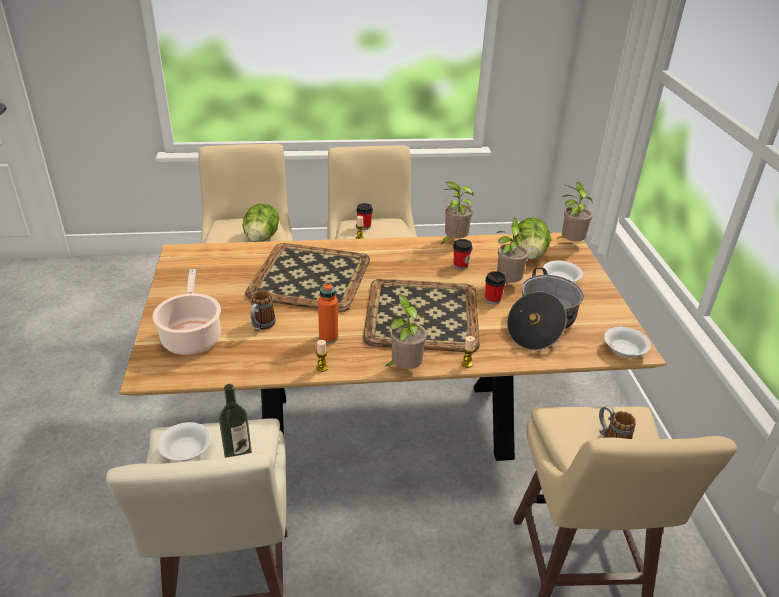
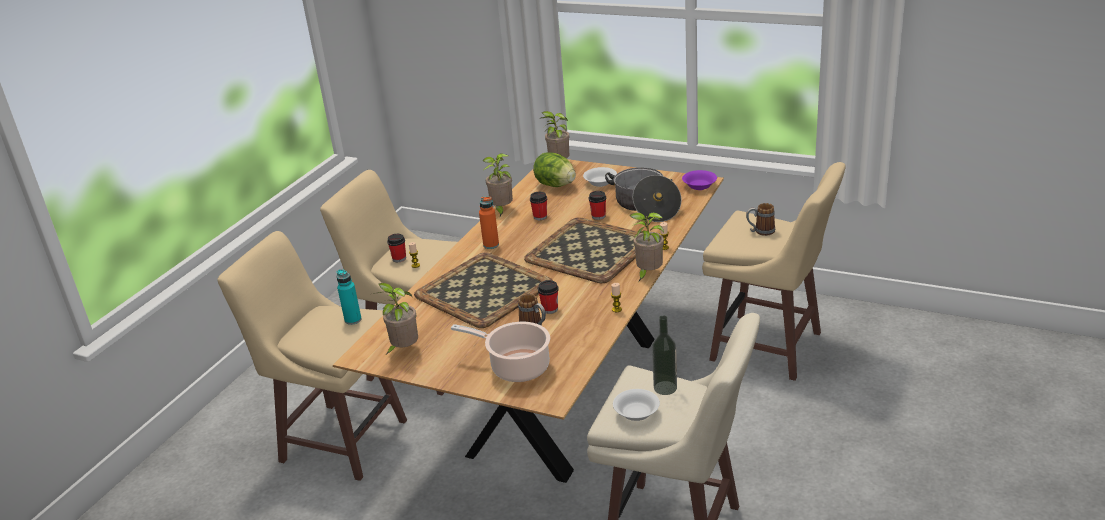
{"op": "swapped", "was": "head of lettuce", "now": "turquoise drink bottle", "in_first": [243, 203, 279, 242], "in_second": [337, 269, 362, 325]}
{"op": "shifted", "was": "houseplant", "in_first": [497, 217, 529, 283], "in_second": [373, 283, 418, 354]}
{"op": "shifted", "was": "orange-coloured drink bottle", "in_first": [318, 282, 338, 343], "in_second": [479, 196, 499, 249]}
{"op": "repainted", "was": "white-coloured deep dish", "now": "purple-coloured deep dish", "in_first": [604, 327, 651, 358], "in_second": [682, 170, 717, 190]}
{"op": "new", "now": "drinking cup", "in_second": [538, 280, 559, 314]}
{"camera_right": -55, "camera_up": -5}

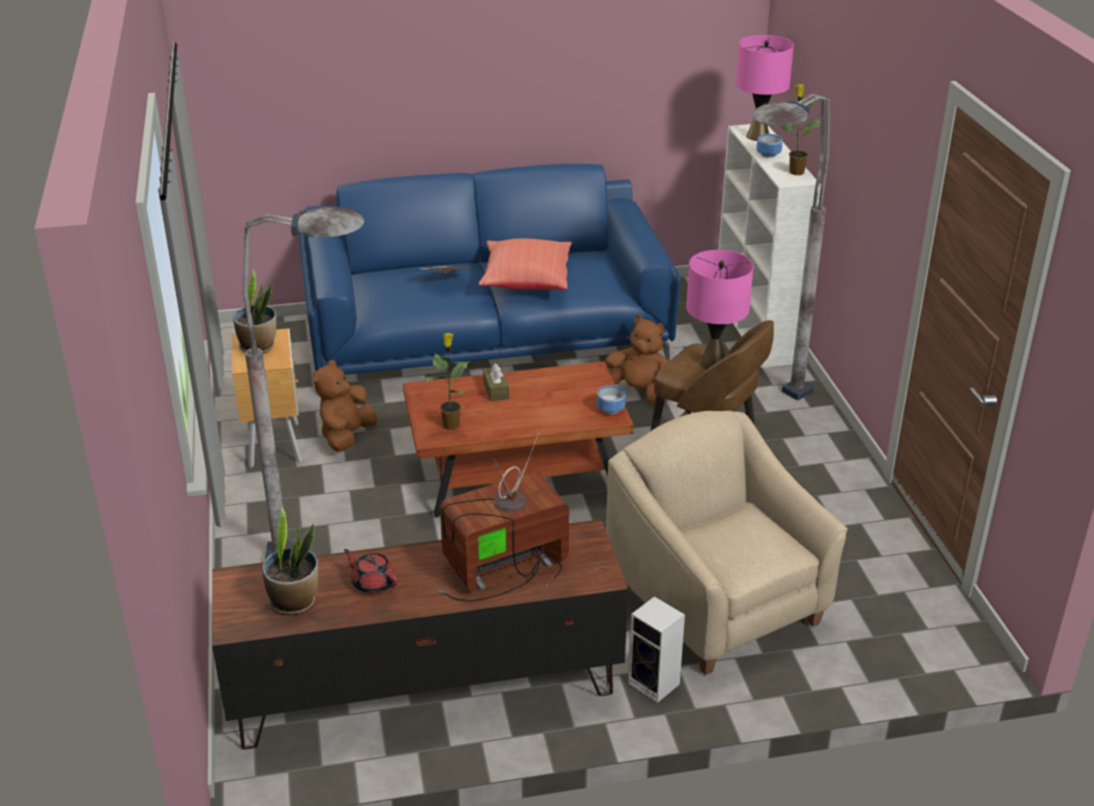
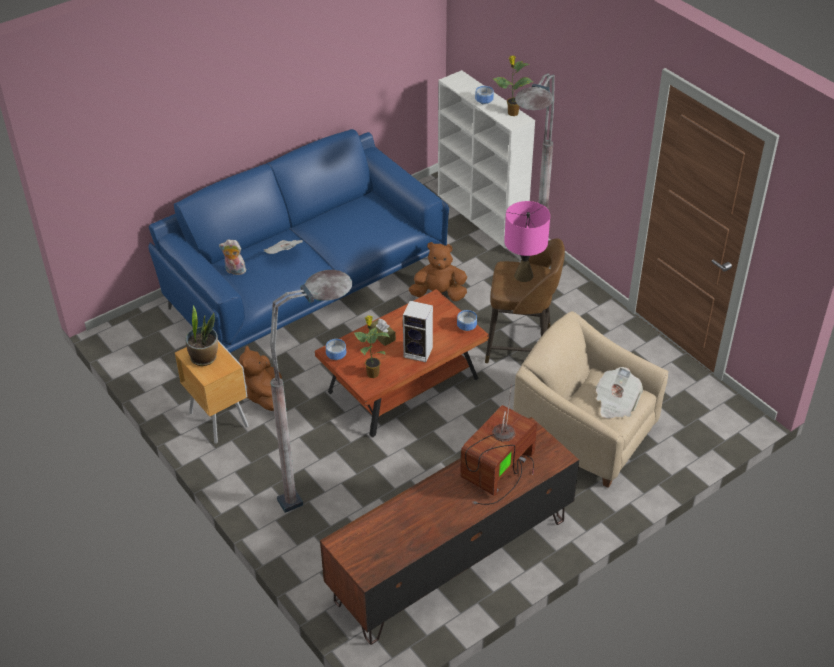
{"op": "gone", "was": "pink-coloured table lamp", "in_first": [736, 35, 794, 141]}
{"op": "gone", "was": "red-coloured cushion", "in_first": [479, 238, 572, 290]}
{"op": "gone", "was": "houseplant", "in_first": [262, 507, 318, 615]}
{"op": "gone", "was": "red-coloured teapot", "in_first": [344, 549, 398, 594]}
{"op": "shifted", "was": "audio speaker", "in_first": [628, 596, 685, 703], "in_second": [403, 301, 433, 362]}
{"op": "new", "now": "plush toy", "in_second": [219, 239, 246, 275]}
{"op": "new", "now": "deep dish", "in_second": [326, 339, 346, 360]}
{"op": "new", "now": "printed paper", "in_second": [595, 367, 643, 418]}
{"camera_right": -25, "camera_up": 10}

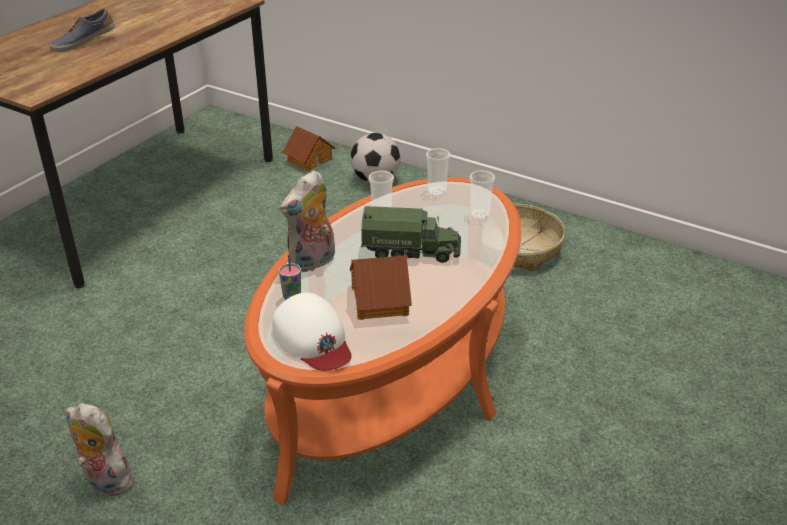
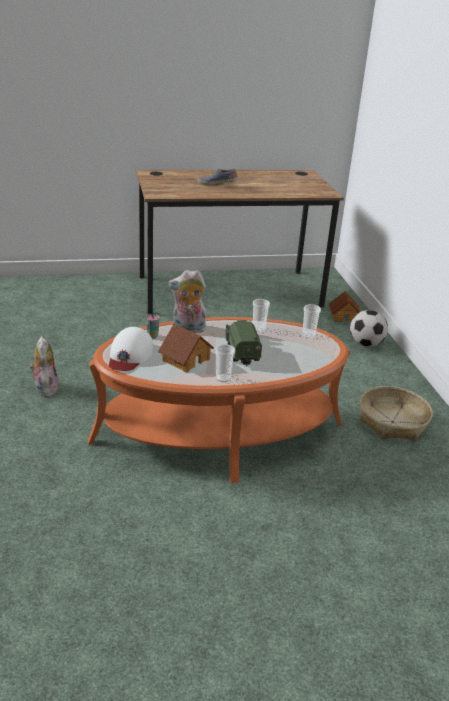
{"op": "shifted", "was": "drinking cup", "in_first": [470, 170, 495, 220], "in_second": [216, 344, 235, 382]}
{"op": "rotated", "was": "toy lorry", "in_first": [361, 206, 461, 263], "in_second": [226, 320, 262, 366], "clockwise": -150}
{"camera_right": 45, "camera_up": -5}

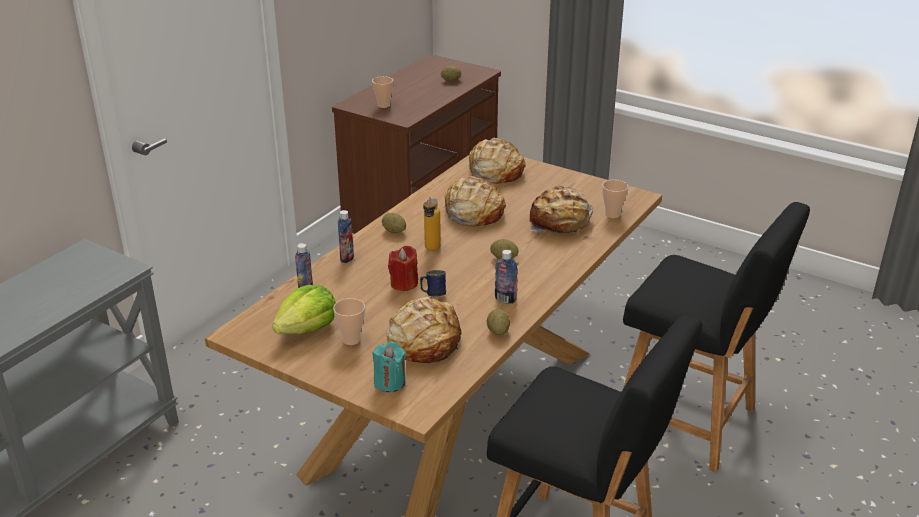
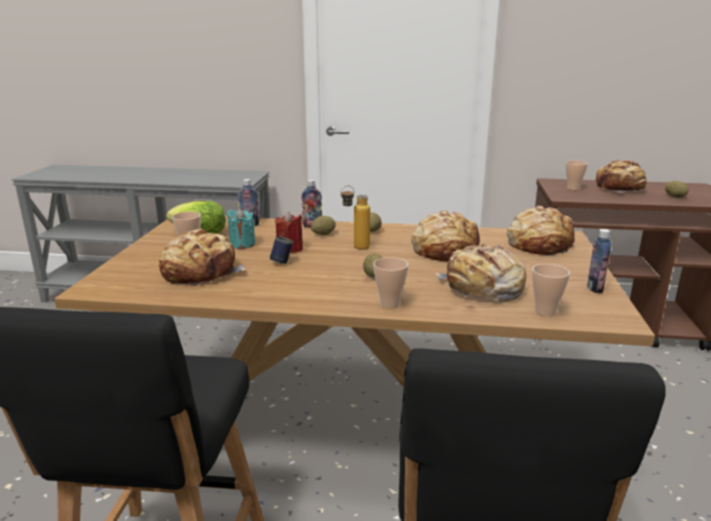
{"op": "shifted", "was": "drink bottle", "in_first": [495, 250, 518, 304], "in_second": [587, 229, 612, 293]}
{"op": "shifted", "was": "whole potato", "in_first": [487, 309, 510, 335], "in_second": [311, 216, 336, 235]}
{"op": "shifted", "was": "turquoise candle", "in_first": [373, 342, 406, 392], "in_second": [227, 208, 255, 249]}
{"op": "new", "now": "bread", "in_second": [596, 160, 647, 192]}
{"op": "new", "now": "drinking cup", "in_second": [373, 257, 408, 309]}
{"camera_right": 65, "camera_up": -10}

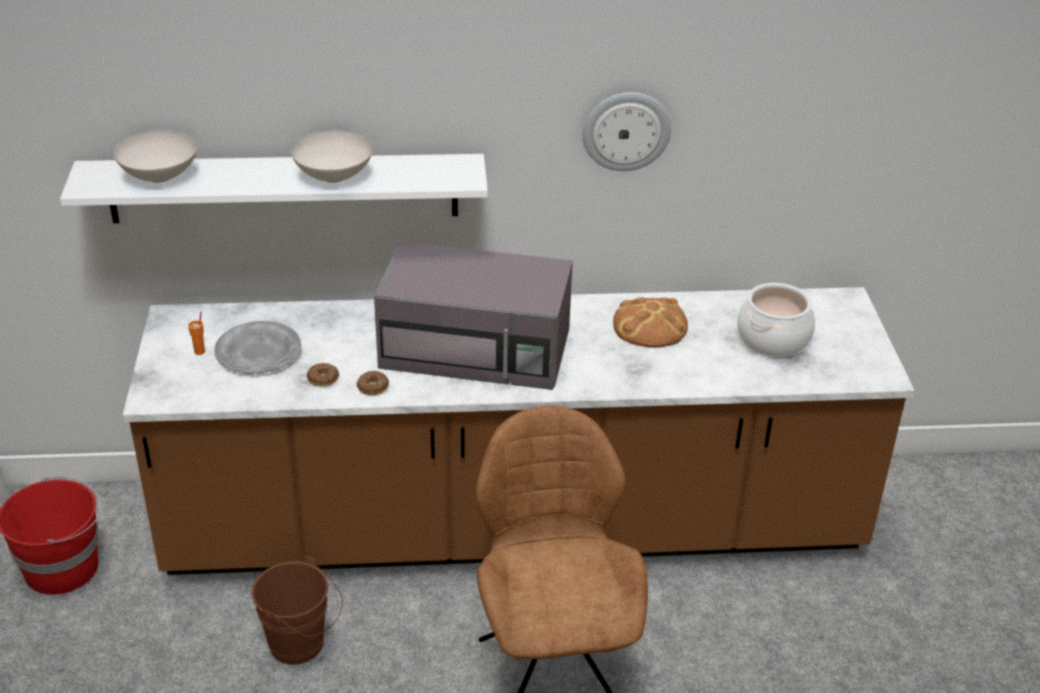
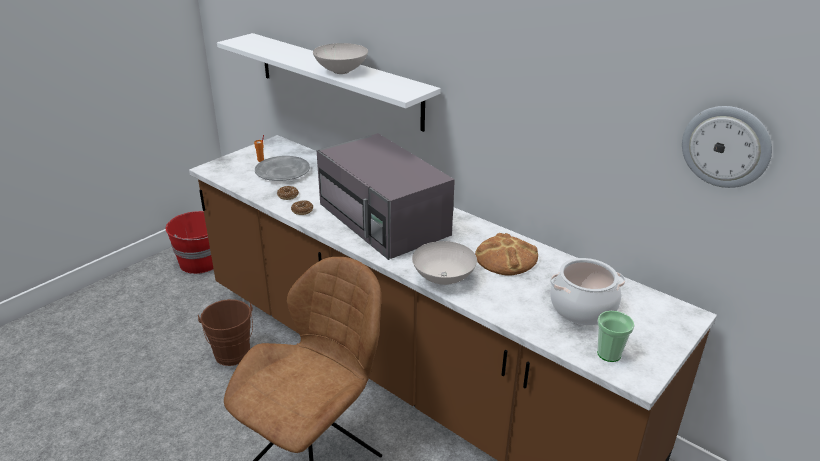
{"op": "shifted", "was": "wall clock", "in_first": [583, 92, 671, 171], "in_second": [682, 106, 772, 188]}
{"op": "shifted", "was": "white-coloured deep dish", "in_first": [113, 130, 197, 183], "in_second": [412, 241, 477, 285]}
{"op": "new", "now": "drinking cup", "in_second": [597, 311, 635, 362]}
{"camera_right": 45, "camera_up": -5}

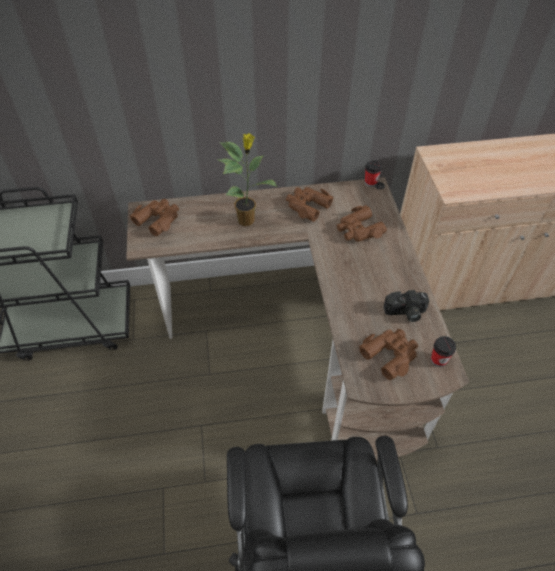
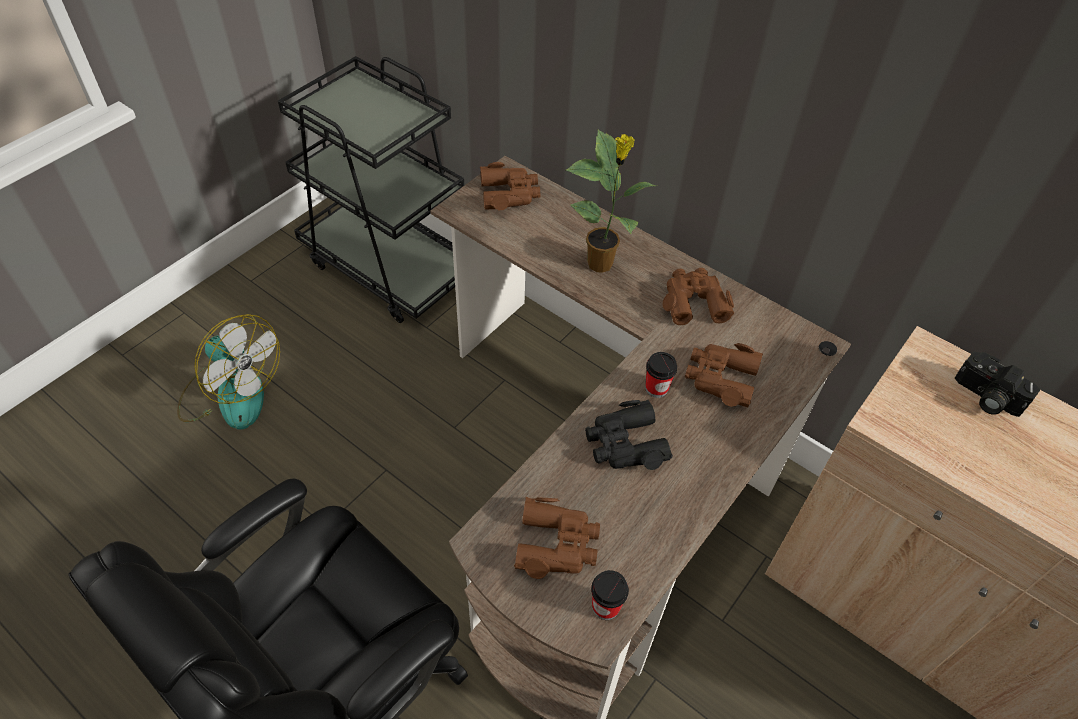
{"op": "shifted", "was": "drinking cup", "in_first": [365, 160, 382, 187], "in_second": [645, 352, 677, 398]}
{"op": "shifted", "was": "photo camera", "in_first": [384, 290, 429, 322], "in_second": [955, 351, 1041, 417]}
{"op": "new", "now": "electric fan", "in_second": [177, 314, 280, 430]}
{"op": "new", "now": "blackish field glasses", "in_second": [585, 400, 673, 470]}
{"camera_right": 45, "camera_up": 0}

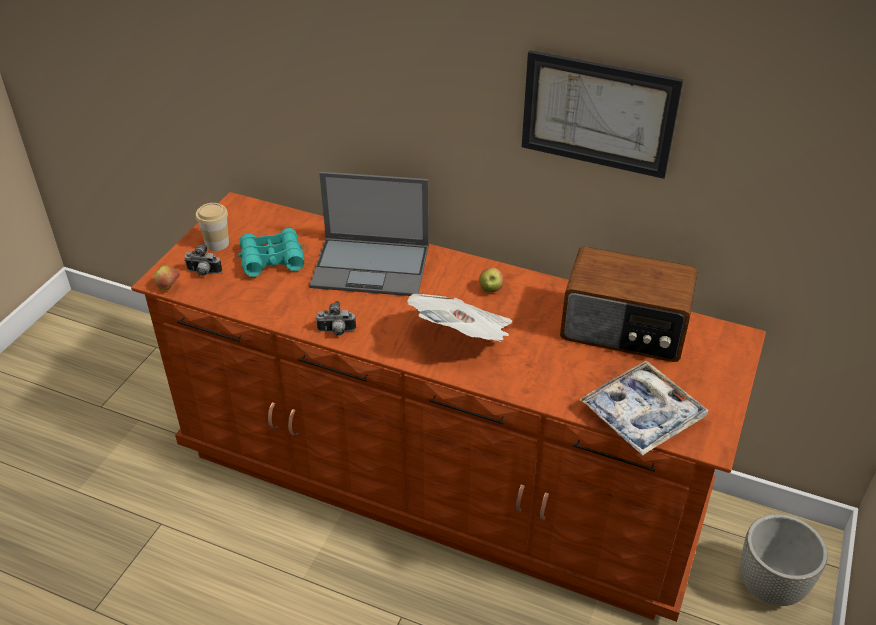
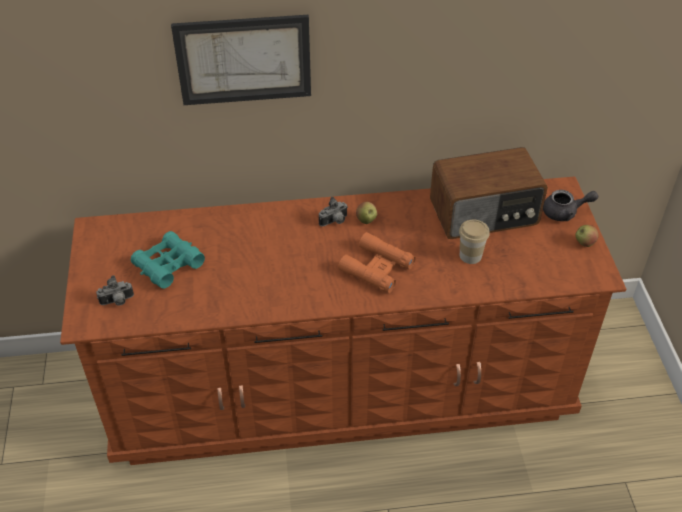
{"op": "shifted", "was": "wall picture", "in_first": [522, 50, 683, 179], "in_second": [171, 15, 311, 105]}
{"op": "gone", "was": "laptop", "in_first": [309, 172, 429, 296]}
{"op": "shifted", "was": "drinking cup", "in_first": [196, 203, 229, 251], "in_second": [459, 220, 490, 264]}
{"op": "shifted", "was": "apple fruit", "in_first": [154, 265, 180, 291], "in_second": [575, 225, 599, 247]}
{"op": "swapped", "was": "printed paper", "now": "orange-coloured field glasses", "in_first": [407, 294, 512, 342], "in_second": [338, 232, 416, 293]}
{"op": "shifted", "was": "photo camera", "in_first": [316, 301, 356, 336], "in_second": [319, 197, 348, 226]}
{"op": "gone", "was": "serving tray", "in_first": [579, 360, 708, 456]}
{"op": "gone", "was": "gray plant pot", "in_first": [740, 514, 828, 606]}
{"op": "new", "now": "gray teapot", "in_second": [543, 190, 598, 221]}
{"camera_right": -30, "camera_up": 5}

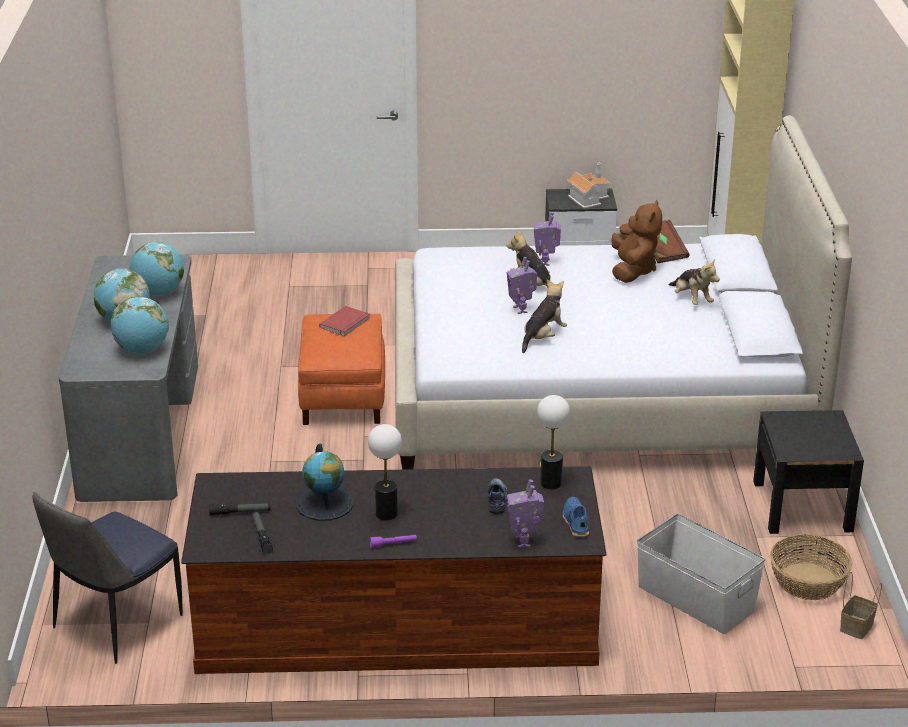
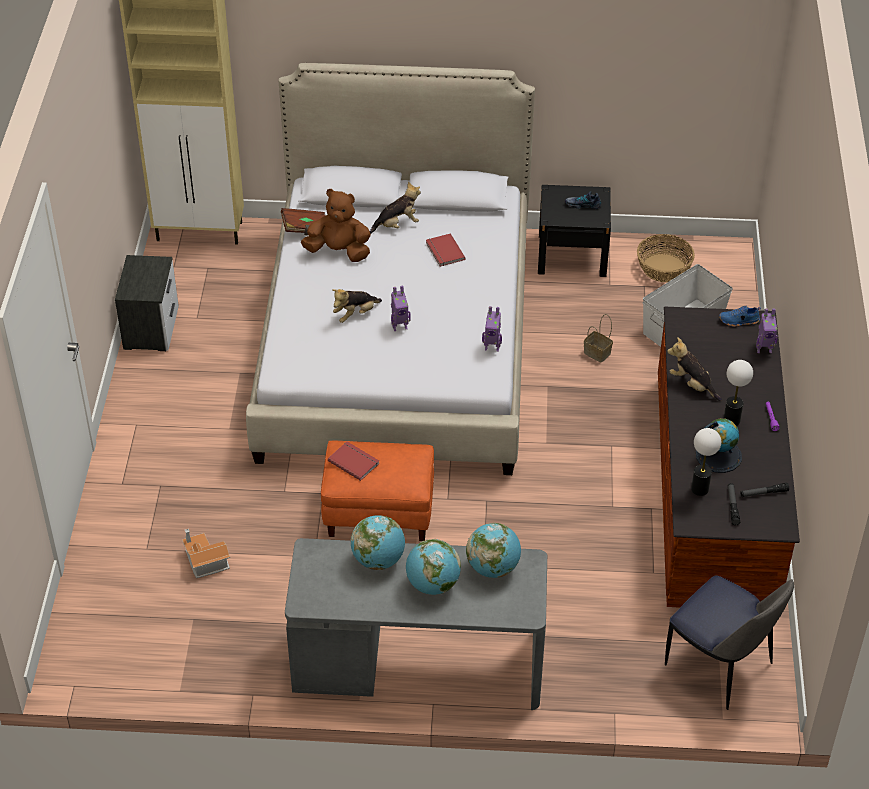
{"op": "shifted", "was": "model house", "in_first": [566, 163, 611, 208], "in_second": [182, 529, 230, 579]}
{"op": "shifted", "was": "model robot", "in_first": [534, 212, 561, 266], "in_second": [482, 306, 502, 352]}
{"op": "shifted", "was": "plush toy", "in_first": [522, 279, 567, 353], "in_second": [667, 337, 722, 401]}
{"op": "shifted", "was": "table lamp", "in_first": [537, 395, 570, 489], "in_second": [691, 428, 721, 496]}
{"op": "shifted", "was": "shoe", "in_first": [487, 478, 508, 514], "in_second": [565, 191, 601, 209]}
{"op": "shifted", "was": "basket", "in_first": [840, 572, 882, 639], "in_second": [584, 314, 613, 363]}
{"op": "new", "now": "red-coloured volume", "in_second": [426, 233, 466, 267]}
{"camera_right": -85, "camera_up": 15}

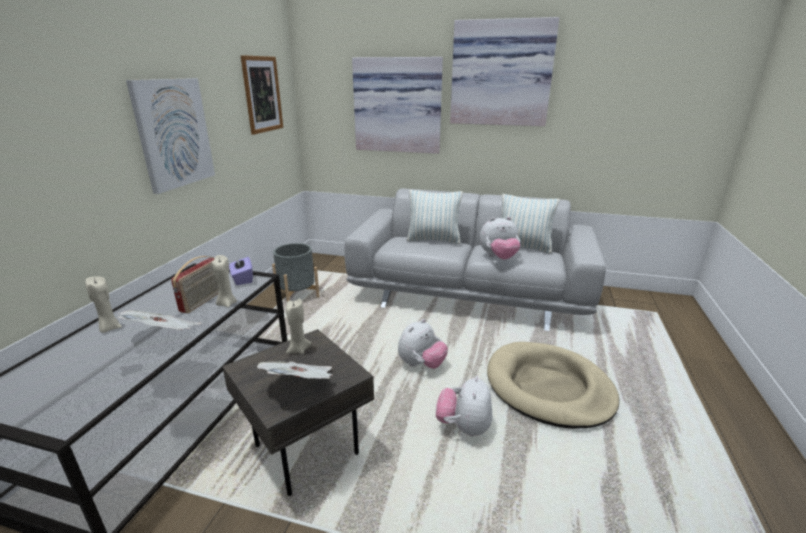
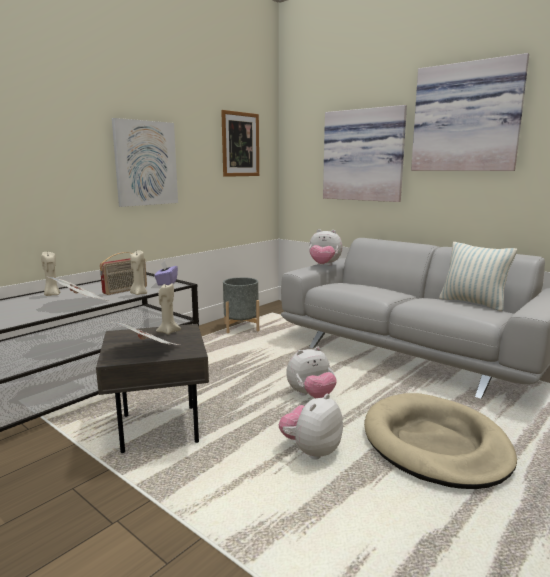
{"op": "gone", "was": "cushion", "in_first": [407, 190, 463, 244]}
{"op": "shifted", "was": "plush toy", "in_first": [480, 217, 520, 260], "in_second": [309, 229, 343, 266]}
{"camera_right": 25, "camera_up": -10}

